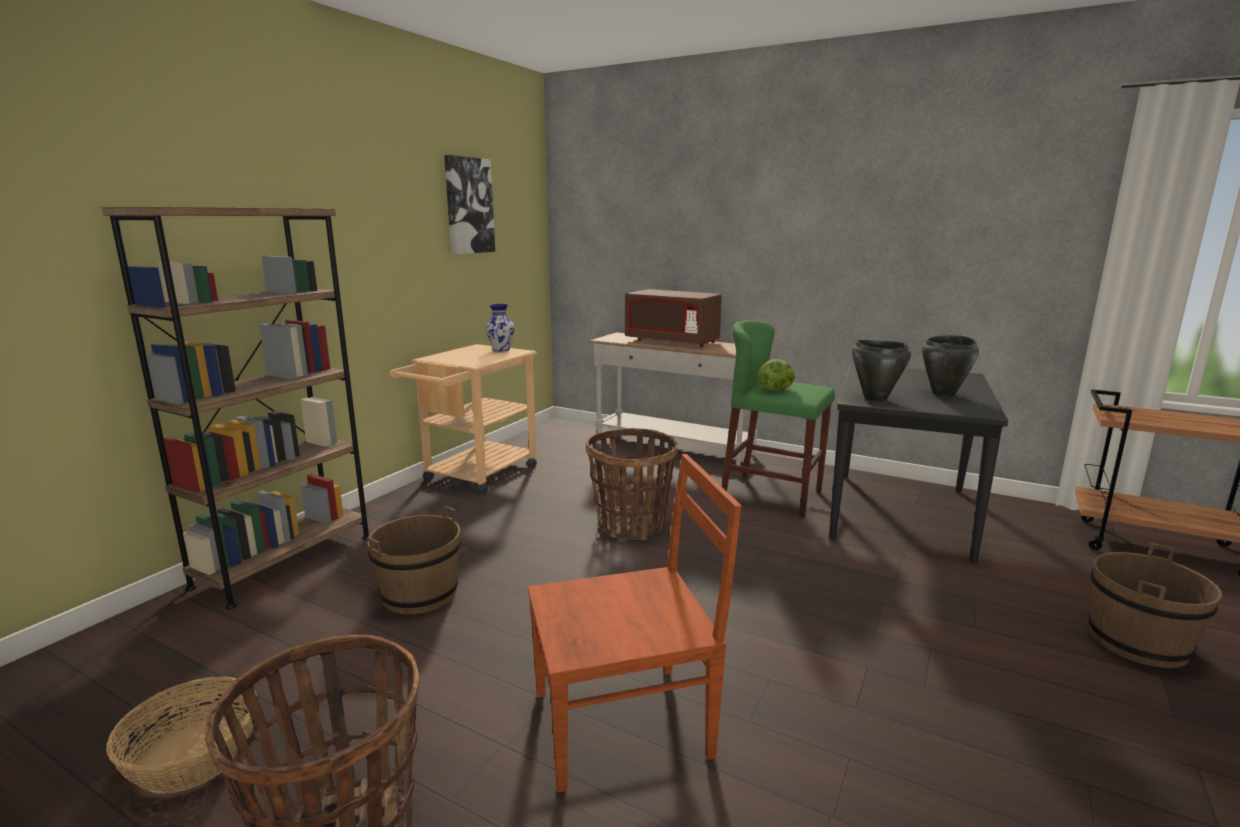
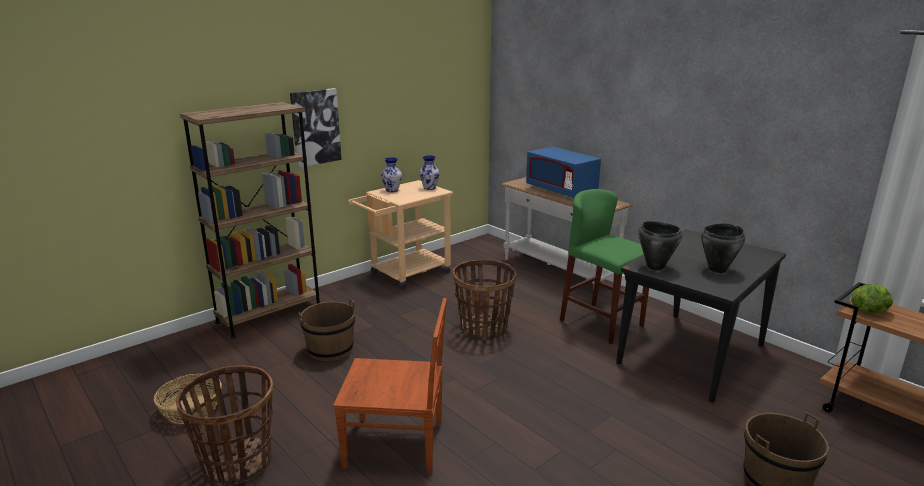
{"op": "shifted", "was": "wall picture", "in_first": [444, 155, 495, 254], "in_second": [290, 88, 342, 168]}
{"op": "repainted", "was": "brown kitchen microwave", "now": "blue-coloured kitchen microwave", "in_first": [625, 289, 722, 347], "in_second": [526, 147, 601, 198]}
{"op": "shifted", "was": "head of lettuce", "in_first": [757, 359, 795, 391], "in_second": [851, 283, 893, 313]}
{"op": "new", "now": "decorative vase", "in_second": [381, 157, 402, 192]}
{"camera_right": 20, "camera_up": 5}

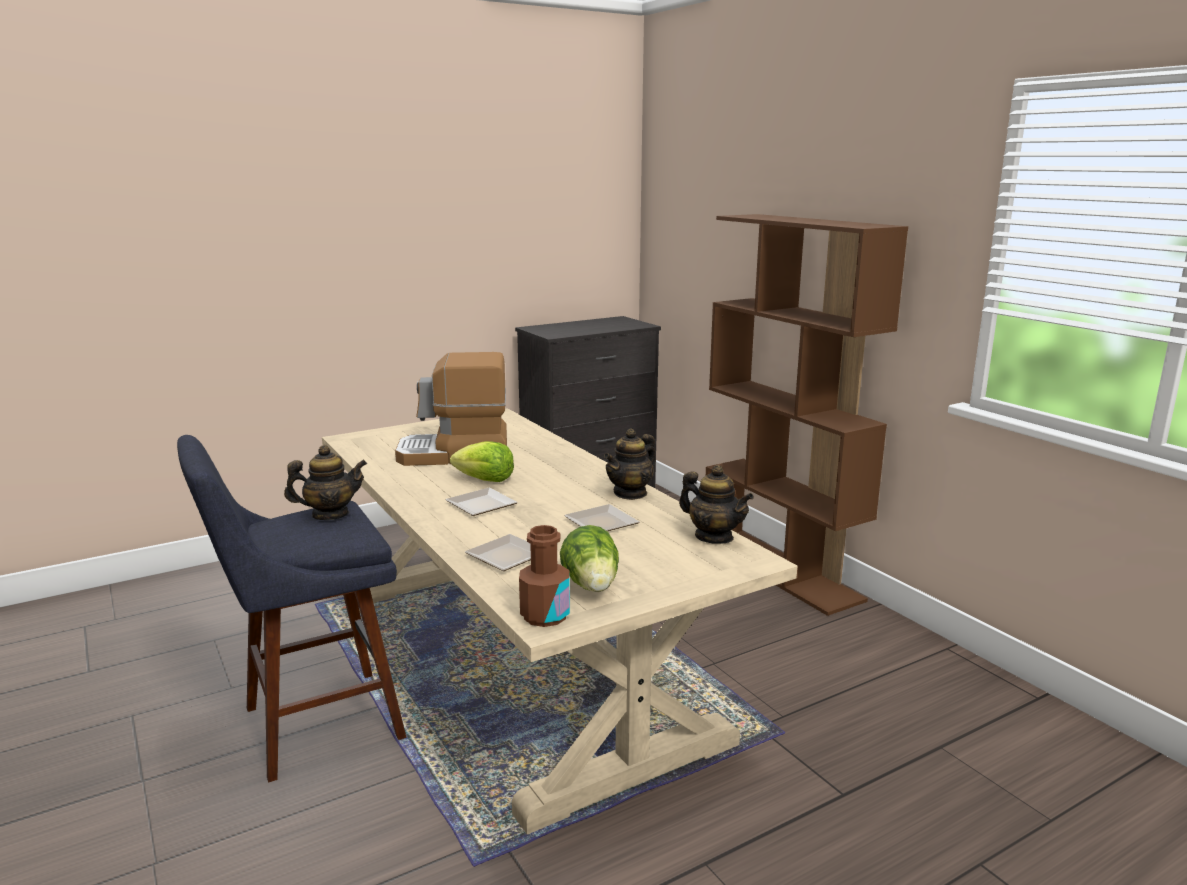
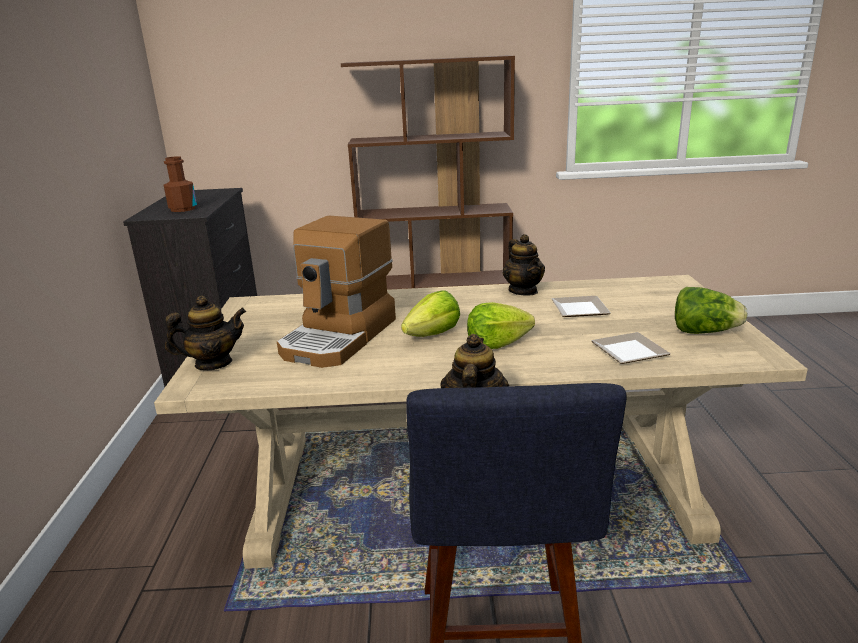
{"op": "shifted", "was": "teapot", "in_first": [679, 465, 754, 544], "in_second": [165, 296, 246, 370]}
{"op": "swapped", "was": "plate", "now": "head of lettuce", "in_first": [446, 488, 518, 516], "in_second": [467, 302, 535, 349]}
{"op": "shifted", "was": "brown drink bottle", "in_first": [519, 525, 570, 627], "in_second": [164, 156, 197, 212]}
{"camera_right": -60, "camera_up": 5}

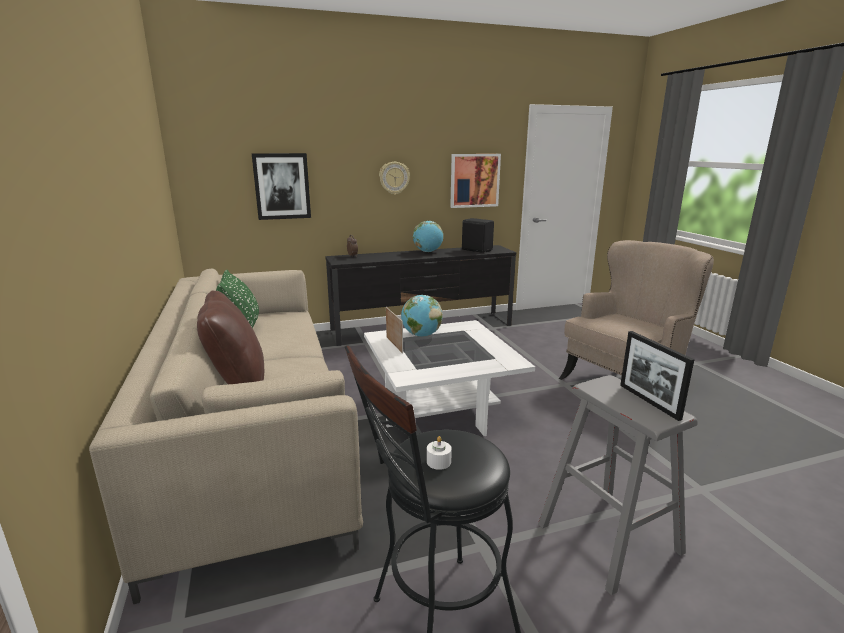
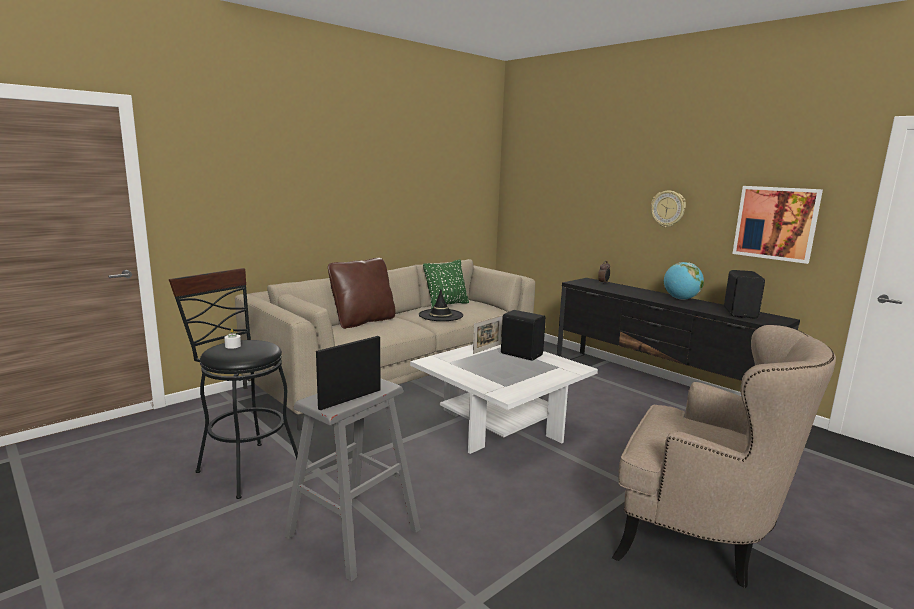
{"op": "gone", "was": "wall picture", "in_first": [252, 153, 311, 220]}
{"op": "swapped", "was": "globe", "now": "blackish audio speaker", "in_first": [401, 295, 443, 336], "in_second": [501, 310, 546, 361]}
{"op": "new", "now": "blackish hat", "in_second": [419, 289, 463, 321]}
{"camera_right": 65, "camera_up": -5}

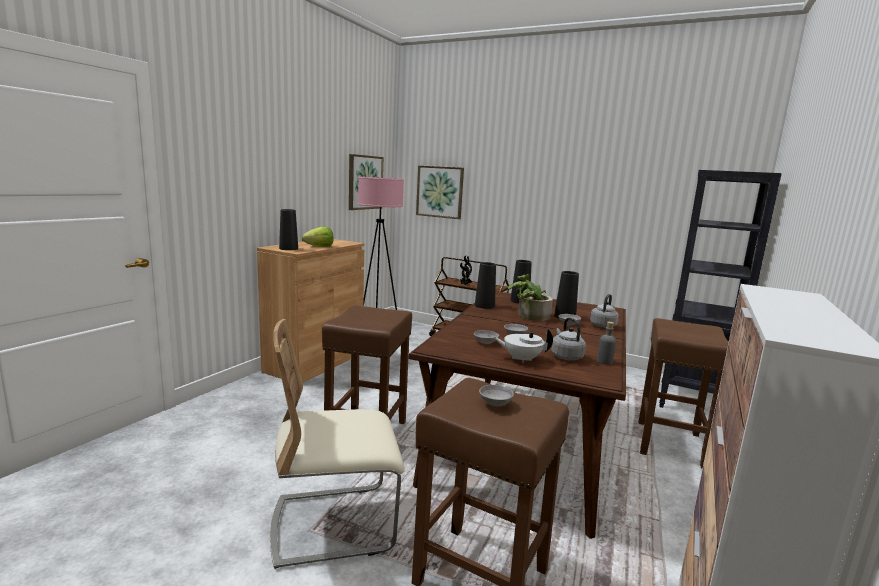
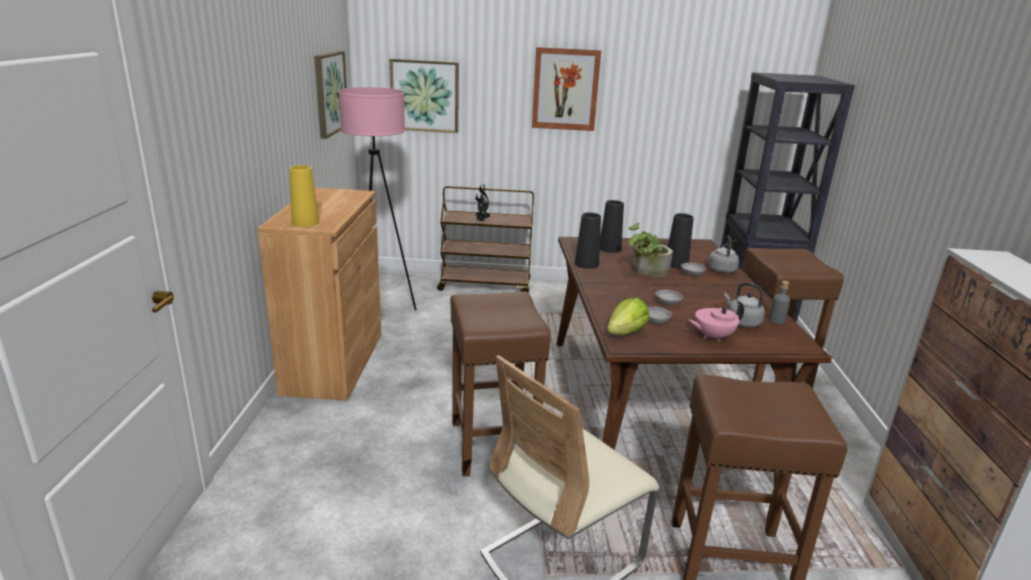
{"op": "repainted", "was": "blackish decorative vase", "now": "yellowish decorative vase", "in_first": [279, 209, 298, 250], "in_second": [290, 165, 319, 227]}
{"op": "shifted", "was": "head of lettuce", "in_first": [301, 227, 334, 247], "in_second": [607, 298, 649, 335]}
{"op": "repainted", "was": "white-coloured teapot", "now": "pink-coloured teapot", "in_first": [493, 328, 553, 363], "in_second": [688, 301, 744, 342]}
{"op": "gone", "was": "gray deep dish", "in_first": [479, 385, 514, 406]}
{"op": "new", "now": "wall picture", "in_second": [532, 47, 601, 131]}
{"camera_right": -25, "camera_up": 10}

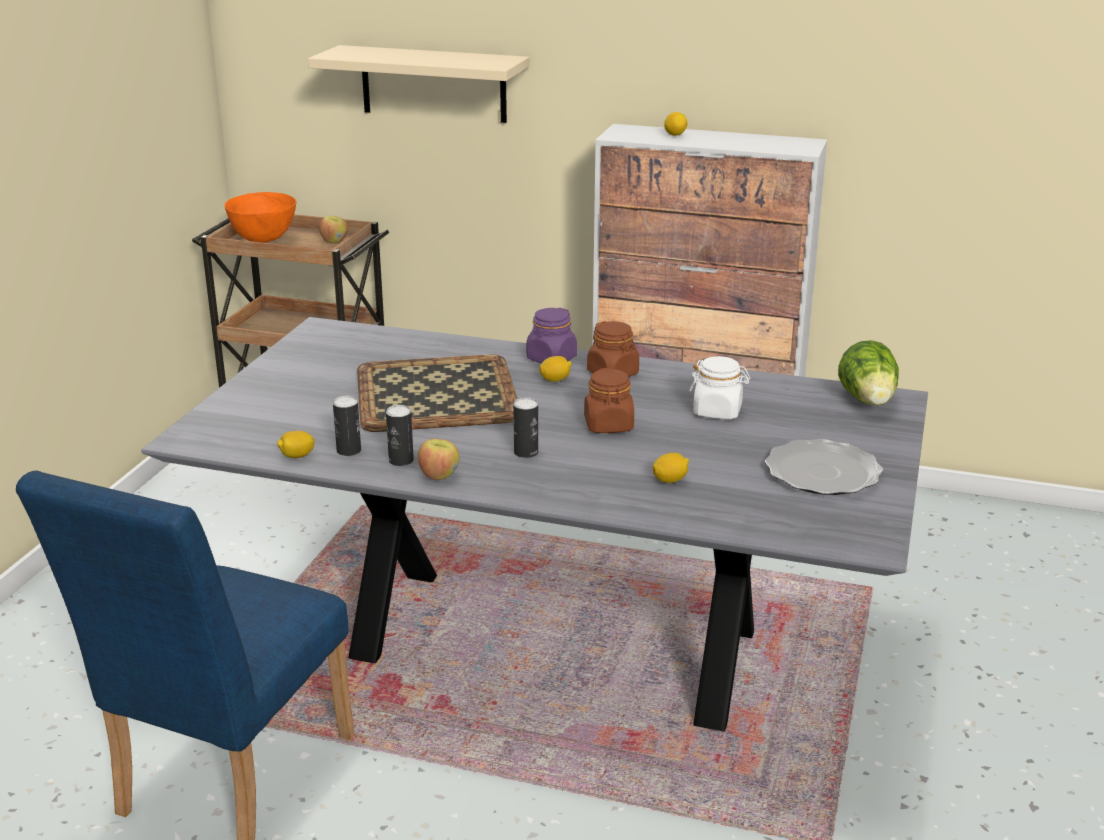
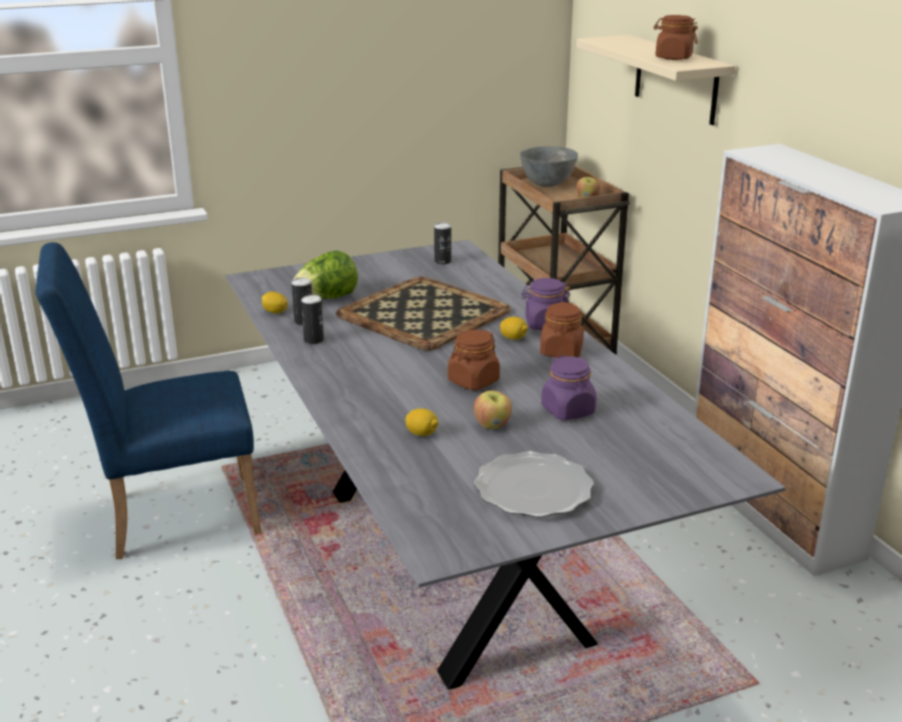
{"op": "gone", "was": "whole lemon", "in_first": [664, 112, 687, 136]}
{"op": "repainted", "was": "orange-coloured deep dish", "now": "gray deep dish", "in_first": [224, 192, 296, 243], "in_second": [520, 146, 578, 187]}
{"op": "shifted", "was": "head of lettuce", "in_first": [838, 340, 899, 406], "in_second": [293, 251, 358, 299]}
{"op": "repainted", "was": "white-coloured preserve jar", "now": "purple-coloured preserve jar", "in_first": [689, 356, 750, 419], "in_second": [541, 355, 597, 420]}
{"op": "shifted", "was": "can", "in_first": [513, 397, 538, 458], "in_second": [434, 223, 451, 265]}
{"op": "shifted", "was": "apple fruit", "in_first": [418, 439, 459, 480], "in_second": [474, 391, 512, 429]}
{"op": "new", "now": "brown preserve jar", "in_second": [653, 15, 698, 60]}
{"camera_right": 50, "camera_up": 0}

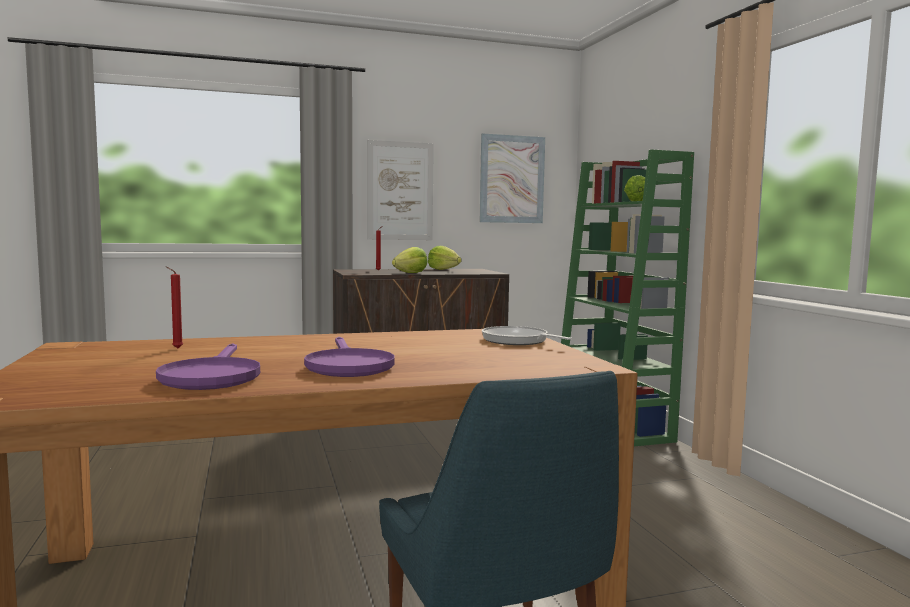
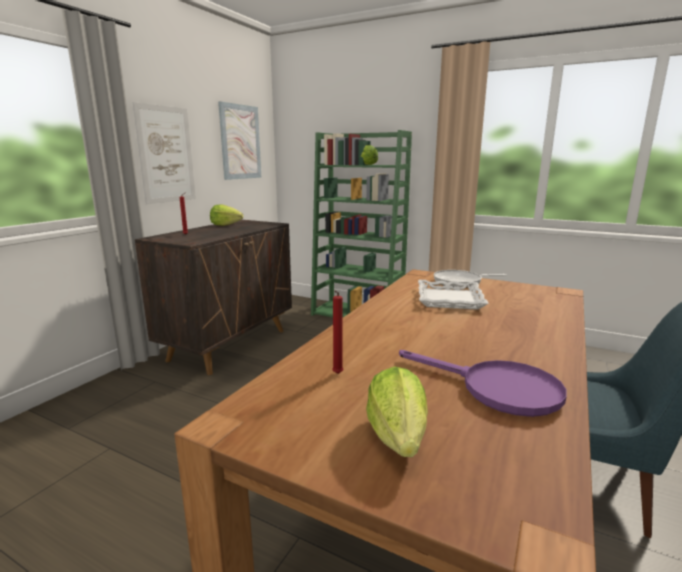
{"op": "shifted", "was": "head of lettuce", "in_first": [392, 247, 428, 273], "in_second": [366, 366, 428, 457]}
{"op": "gone", "was": "purple-coloured skillet", "in_first": [304, 337, 395, 377]}
{"op": "new", "now": "white-coloured serving tray", "in_second": [418, 280, 489, 310]}
{"camera_right": -45, "camera_up": 10}

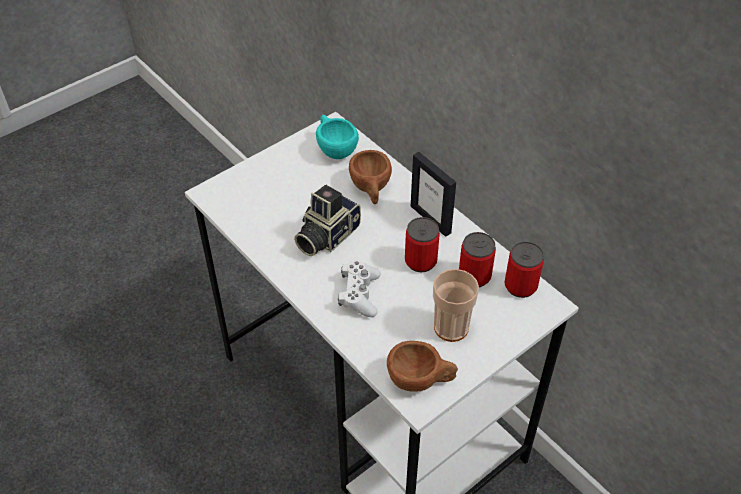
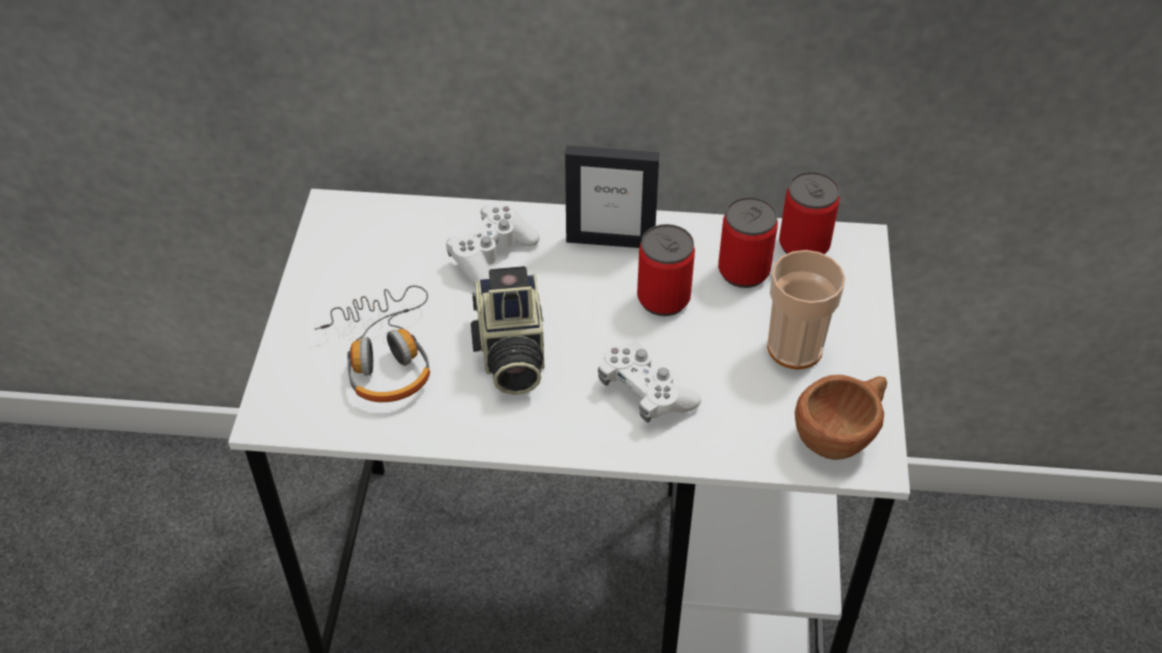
{"op": "gone", "was": "turquoise drinking cup", "in_first": [316, 115, 359, 159]}
{"op": "swapped", "was": "brown drinking cup", "now": "white-coloured gamepad", "in_first": [349, 150, 392, 204], "in_second": [446, 204, 540, 285]}
{"op": "new", "now": "headset", "in_second": [315, 285, 430, 402]}
{"camera_right": -45, "camera_up": 0}

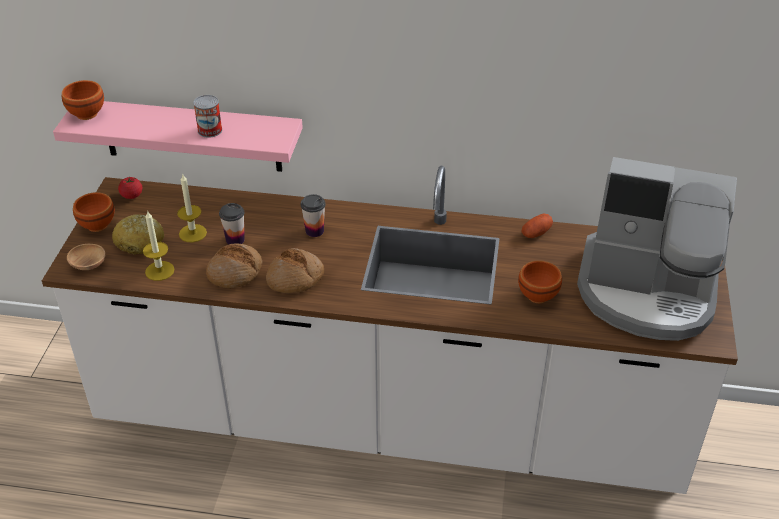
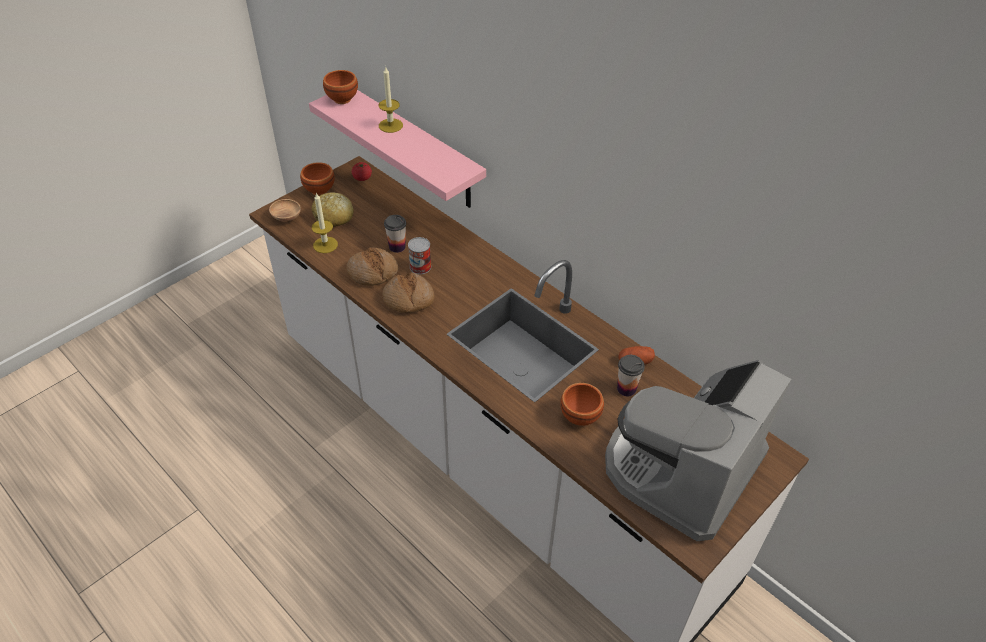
{"op": "shifted", "was": "can", "in_first": [193, 95, 222, 138], "in_second": [408, 237, 431, 274]}
{"op": "rotated", "was": "coffee brewer", "in_first": [577, 157, 737, 341], "in_second": [605, 360, 791, 541], "clockwise": 75}
{"op": "shifted", "was": "candle", "in_first": [177, 173, 207, 242], "in_second": [379, 67, 403, 133]}
{"op": "shifted", "was": "drinking cup", "in_first": [301, 194, 326, 237], "in_second": [617, 355, 645, 396]}
{"camera_right": 35, "camera_up": 5}

